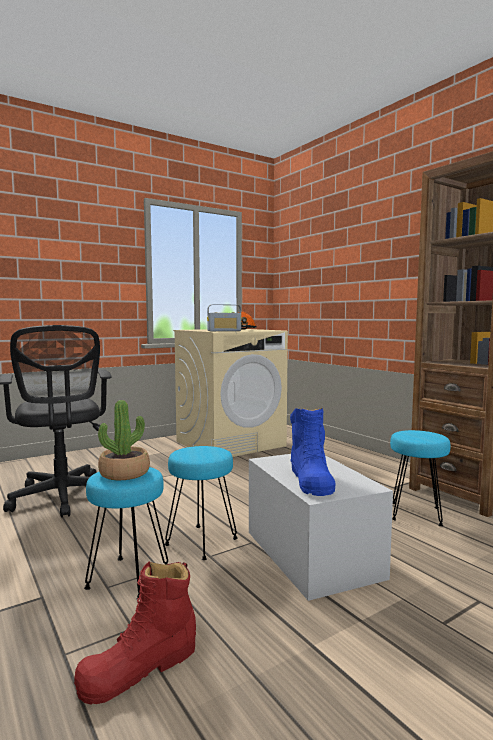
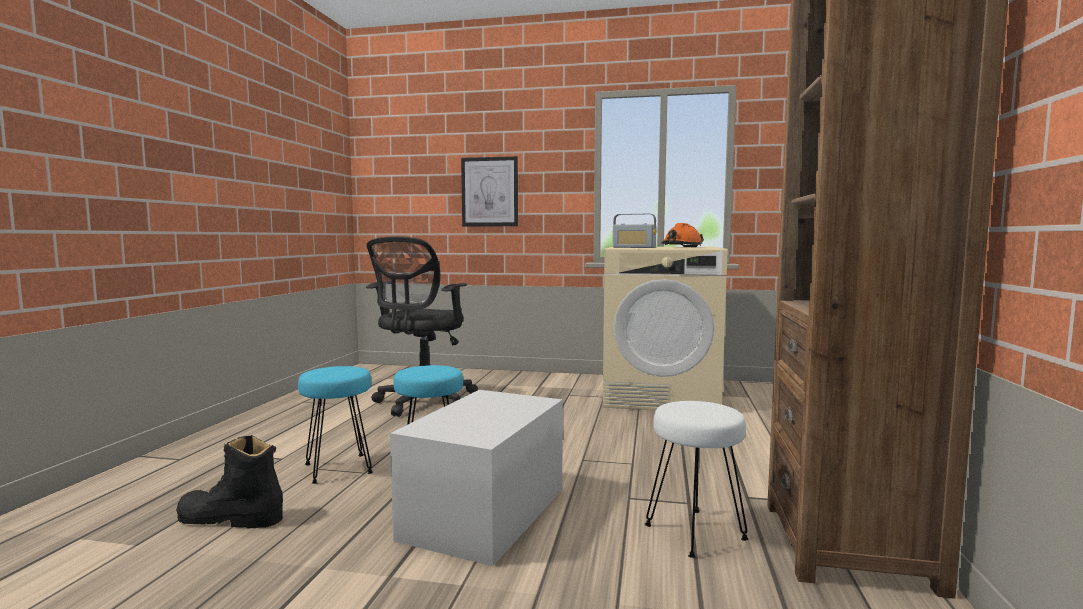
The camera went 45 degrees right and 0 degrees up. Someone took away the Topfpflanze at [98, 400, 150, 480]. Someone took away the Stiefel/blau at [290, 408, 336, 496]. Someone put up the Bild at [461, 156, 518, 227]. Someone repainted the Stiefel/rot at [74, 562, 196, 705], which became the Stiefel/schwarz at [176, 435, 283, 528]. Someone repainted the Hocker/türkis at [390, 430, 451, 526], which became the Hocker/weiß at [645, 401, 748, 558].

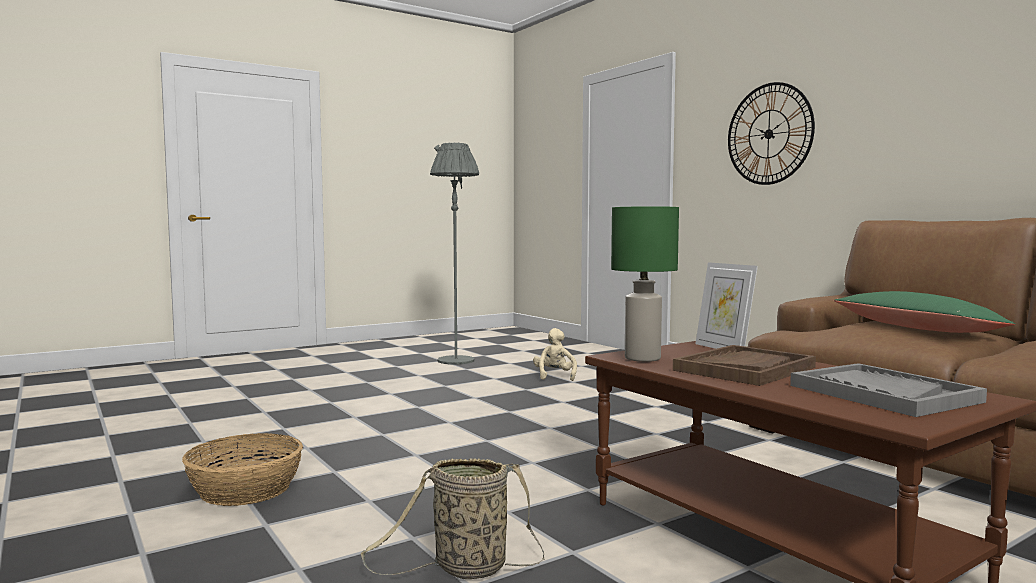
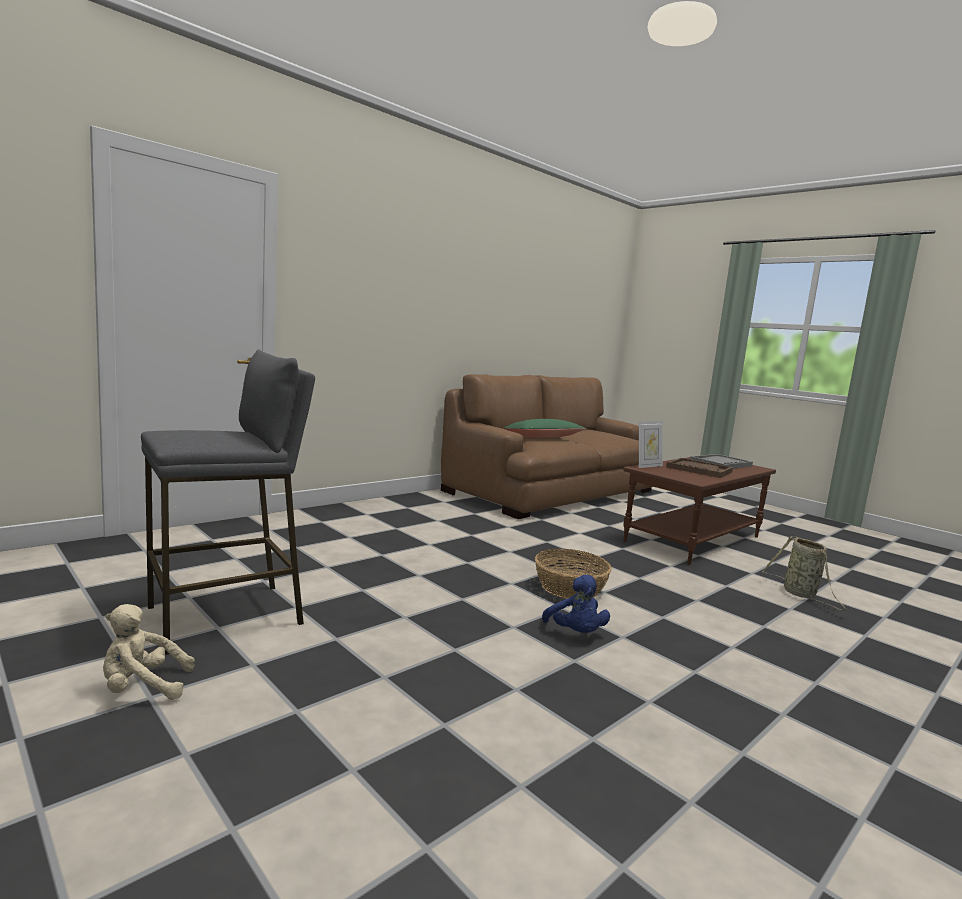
The camera went 100 degrees left and 5 degrees up. Someone took away the Tischlampe/grün at [611, 206, 679, 362]. Someone took away the Wanduhr at [728, 82, 815, 185]. Someone put down the Plüschtier/blau at [542, 575, 610, 633]. Someone carried the Korb from [182, 433, 303, 506] to [535, 549, 612, 599]. Someone carried the Plüschtier/beige from [533, 328, 577, 381] to [103, 604, 195, 700]. Someone swapped the Stehlampe/grau at [430, 142, 479, 364] for the Hocker/grau at [141, 350, 315, 655].

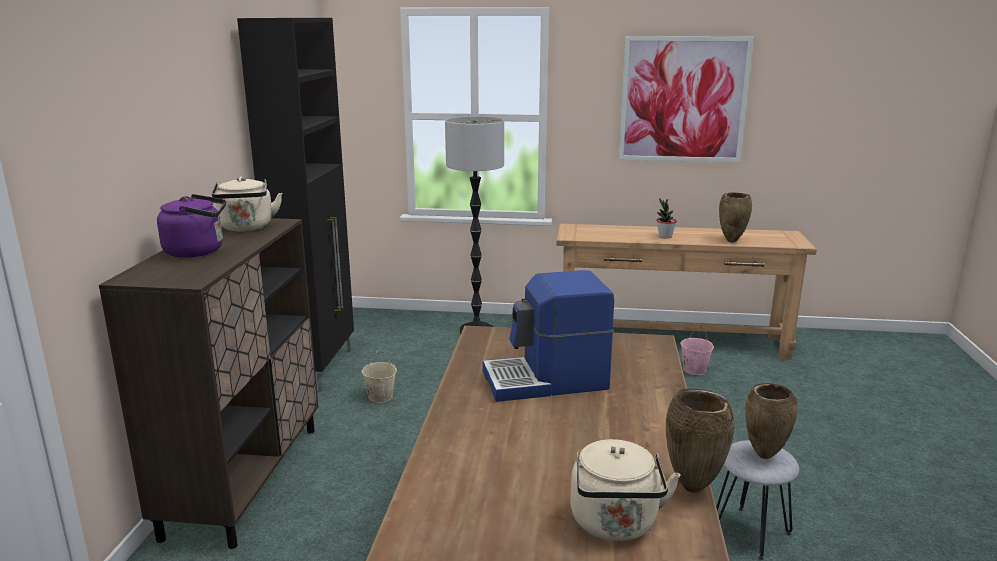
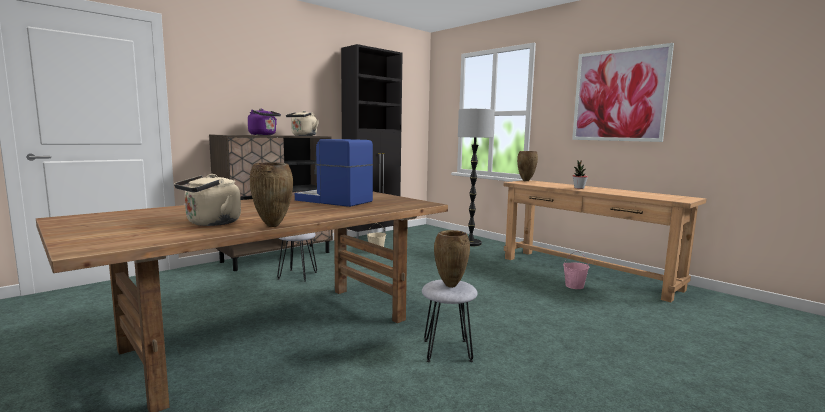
The camera went 40 degrees right and 10 degrees down. Someone put down the Hocker/grau at [277, 233, 317, 282]. Someone carried the Vase/braun from [719, 192, 752, 242] to [517, 151, 538, 181].

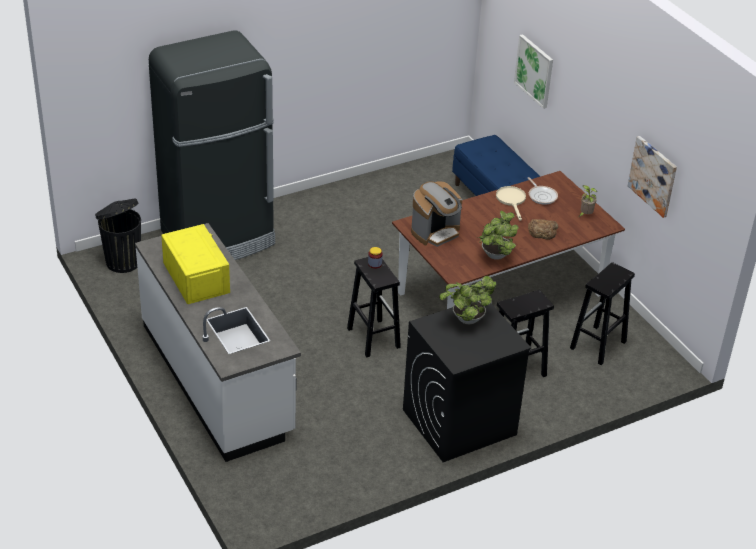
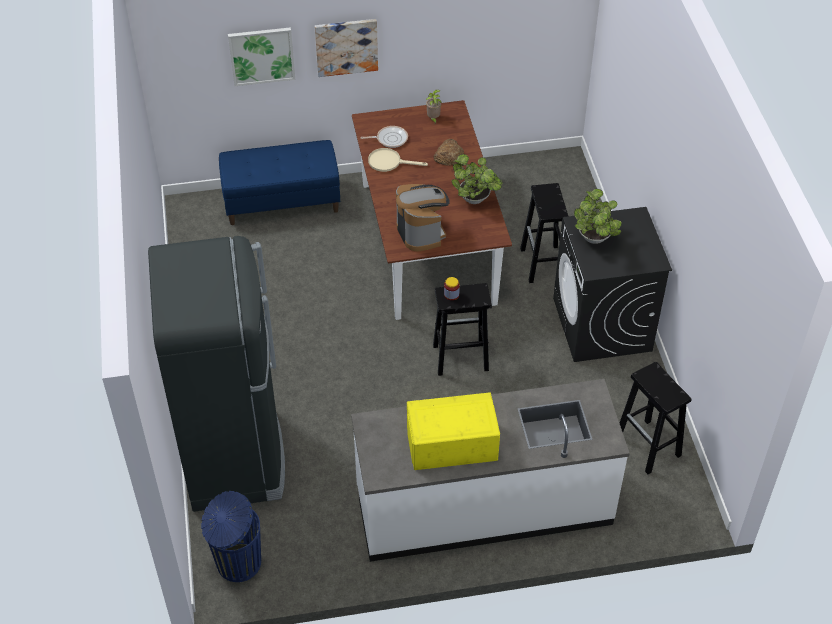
The camera went 70 degrees left and 10 degrees up. Someone carried the Hocker/schwarz from [570, 262, 635, 365] to [620, 362, 692, 474]. Someone carried the Bild from [628, 136, 677, 218] to [315, 19, 378, 77]. Someone repainted the Mülleimer/schwarz at [95, 199, 141, 273], which became the Mülleimer/blau at [201, 491, 261, 582].

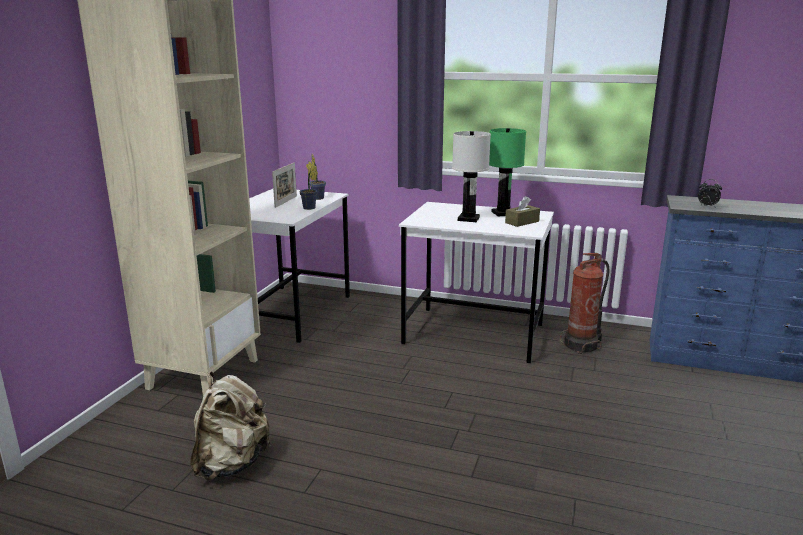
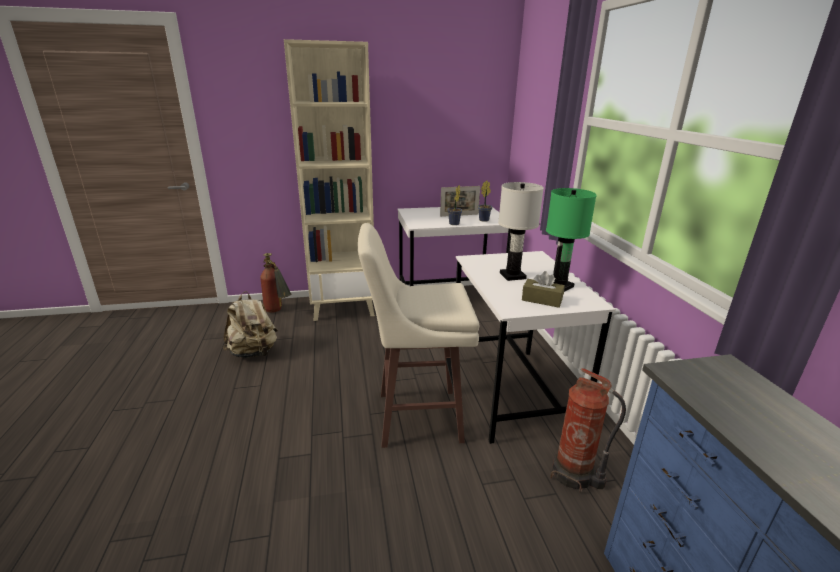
The camera went 60 degrees right and 5 degrees up. Someone took away the Wecker at [698, 179, 722, 207]. Someone put down the Feuerlöscher at [260, 253, 291, 313]. Someone put down the Hocker/beige at [358, 223, 479, 448].

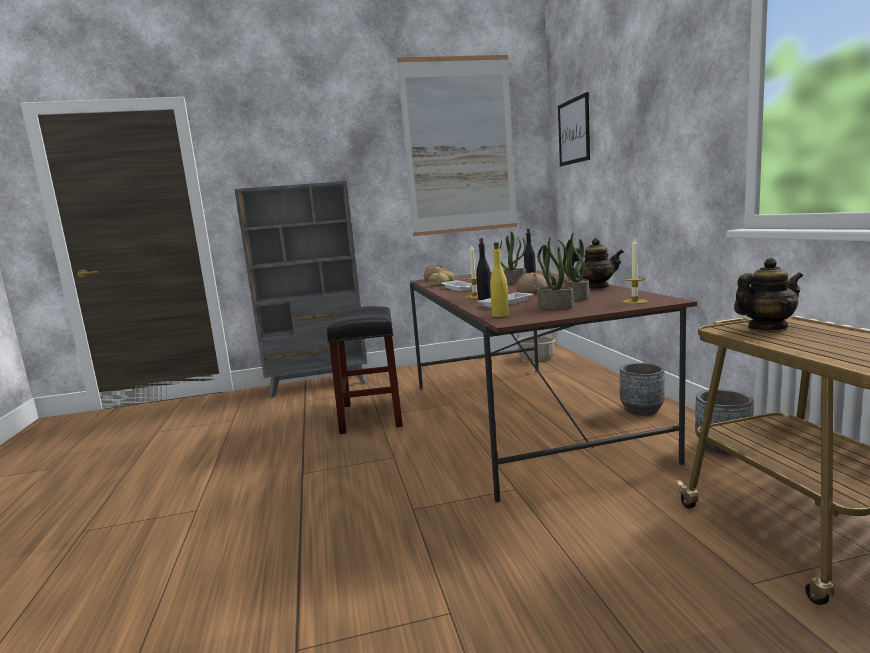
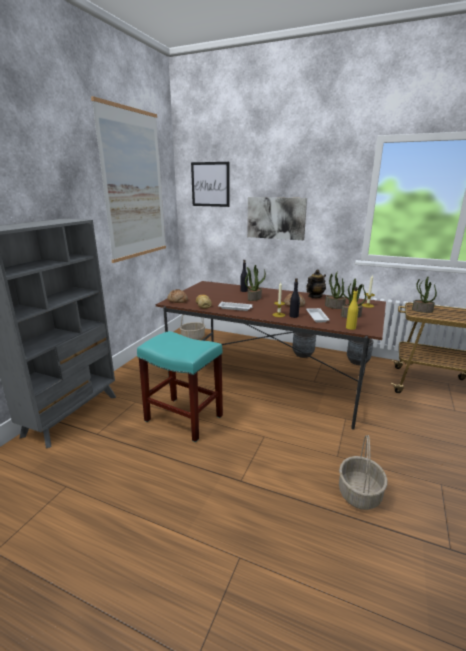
The camera went 55 degrees left and 10 degrees up. Someone put up the Bild at [247, 197, 307, 240]. Someone put down the Korb at [339, 435, 388, 510]. Someone swapped the Teekanne at [734, 258, 803, 330] for the Topfpflanze at [412, 277, 437, 313]. Someone repainted the Hocker/schwarz at [327, 306, 403, 434], which became the Hocker/türkis at [137, 331, 223, 442].

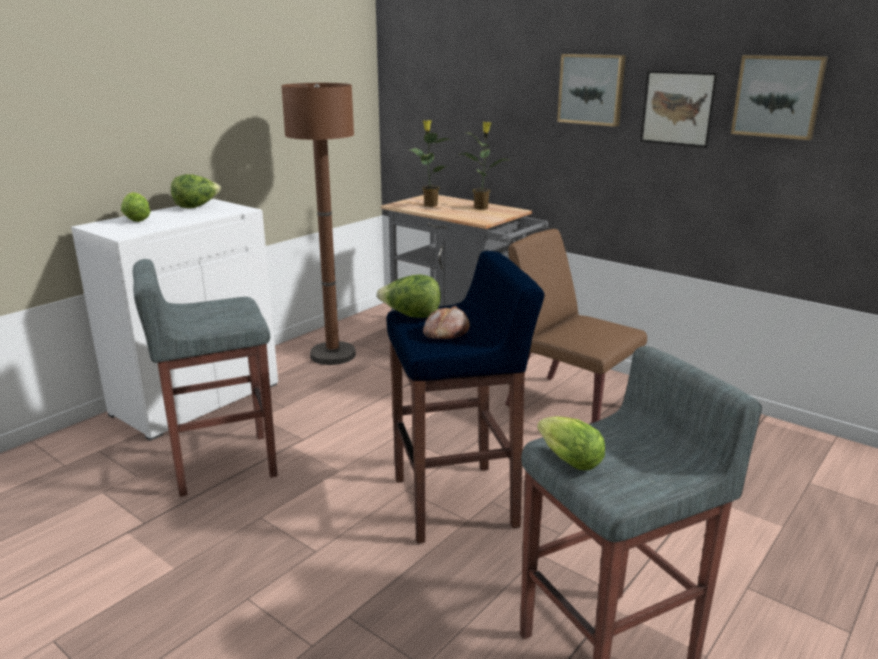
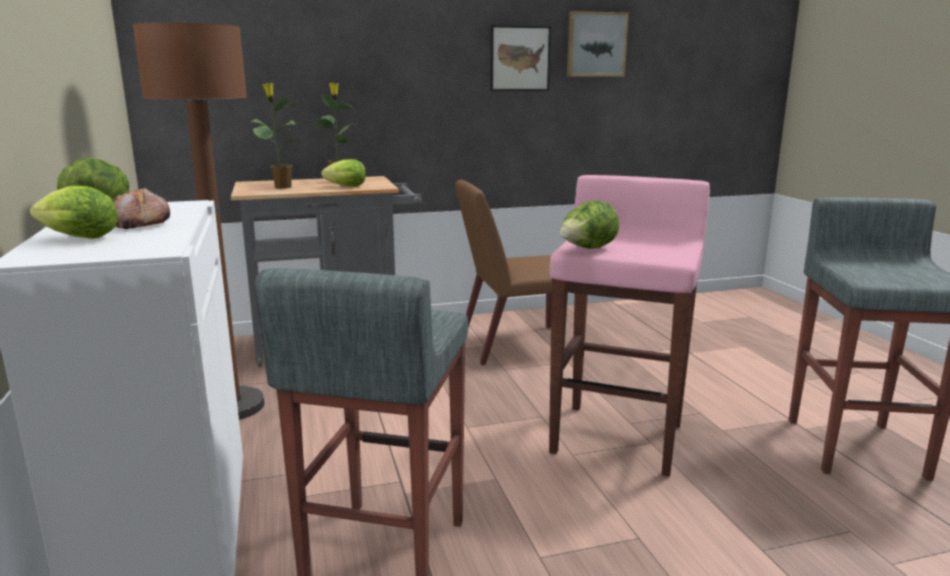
The camera went 55 degrees left and 5 degrees down. Someone took away the Bild at [557, 54, 626, 127]. Someone carried the Brot from [423, 306, 470, 339] to [113, 188, 170, 229]. Someone carried the Salatkopf from [537, 416, 605, 470] to [321, 159, 366, 187]. Someone repainted the Hocker/blau at [386, 251, 544, 544], which became the Hocker/rosa at [549, 175, 710, 476].

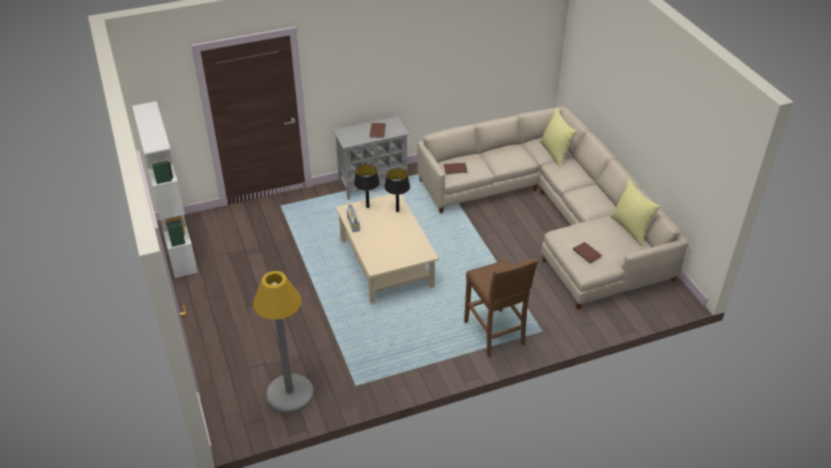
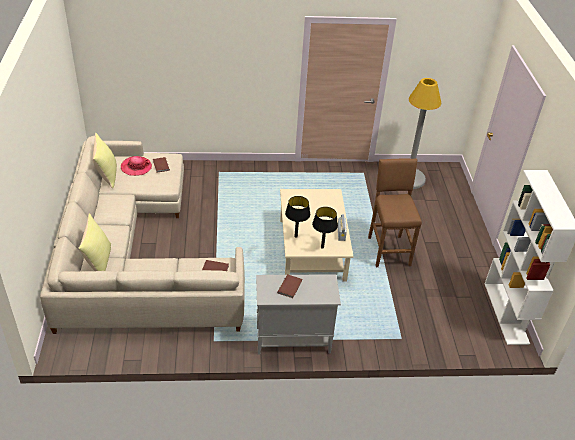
The camera went 165 degrees left and 0 degrees up. Someone put down the Hut at [121, 156, 152, 176]. Someone carried the Hocker/braun from [464, 258, 538, 357] to [368, 158, 422, 267].

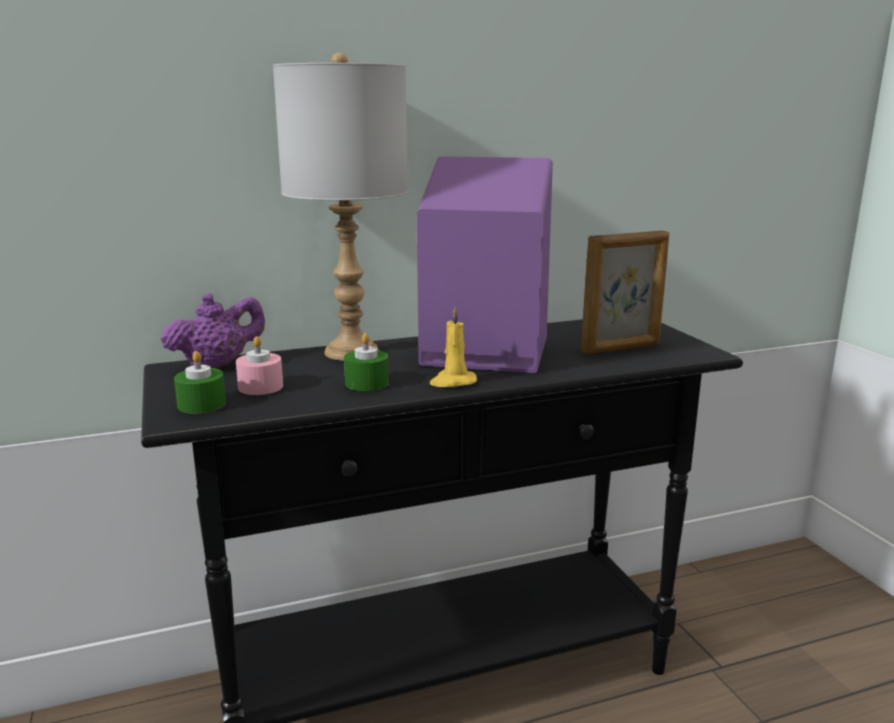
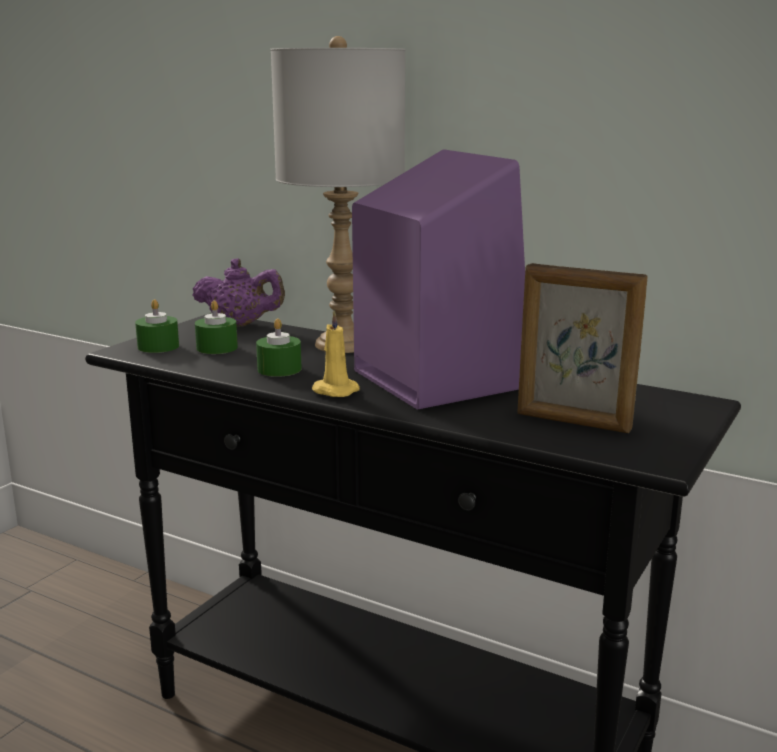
The camera went 50 degrees right and 0 degrees up. Someone repainted the Kerze/rosa at [236, 336, 283, 395], which became the Kerze/grün at [195, 300, 238, 354].

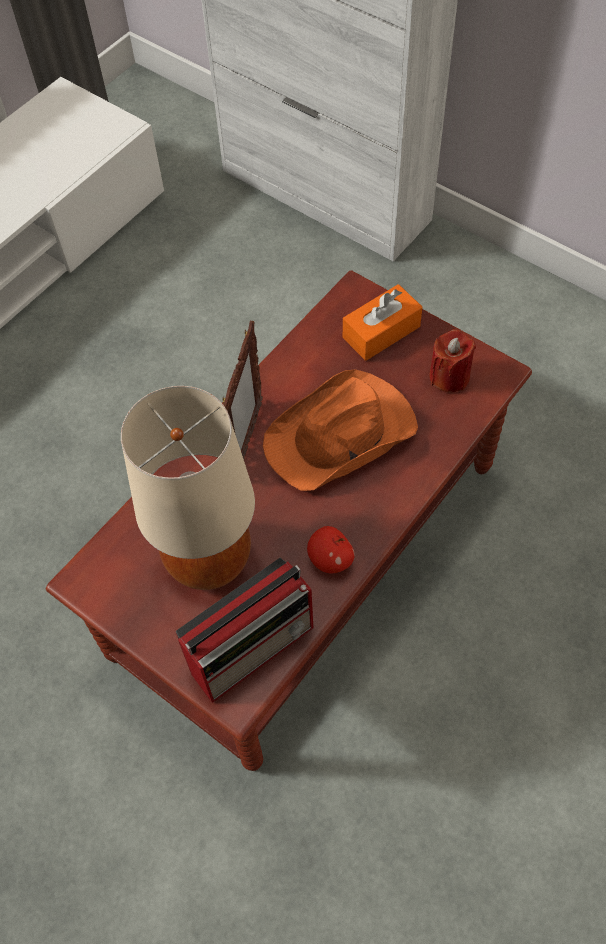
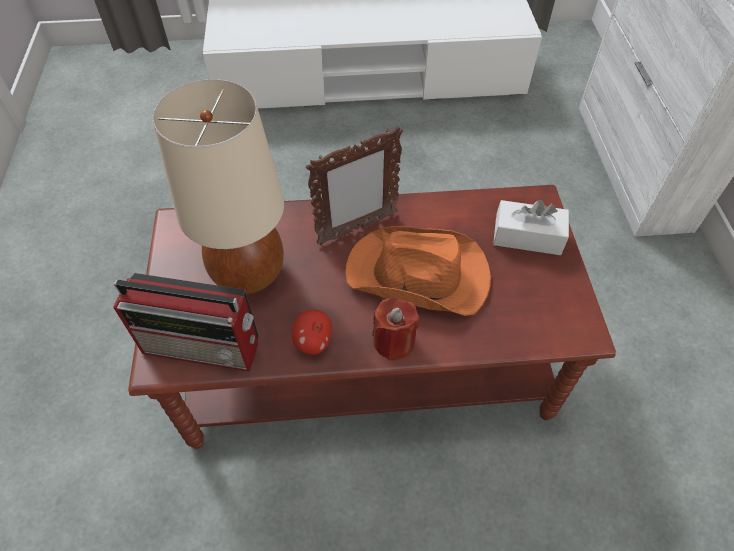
The camera went 45 degrees right and 5 degrees down. Someone carried the Kerze/rot from [429, 329, 476, 393] to [373, 298, 420, 361]. Someone repainted the Taschentuchbox/orange at [343, 284, 422, 361], which became the Taschentuchbox/weiß at [493, 200, 569, 255].

